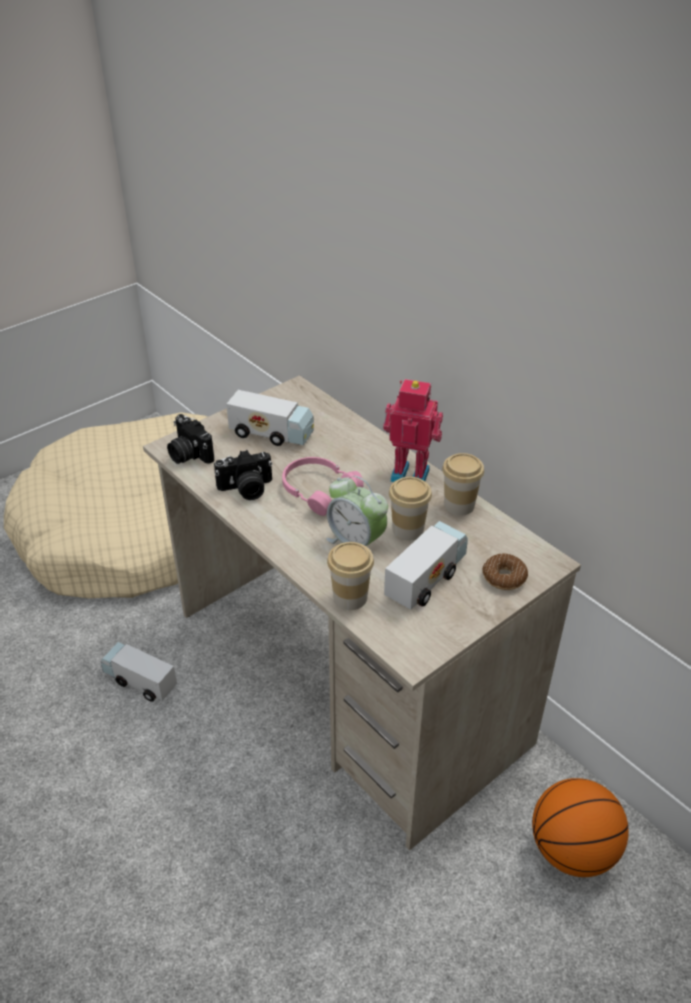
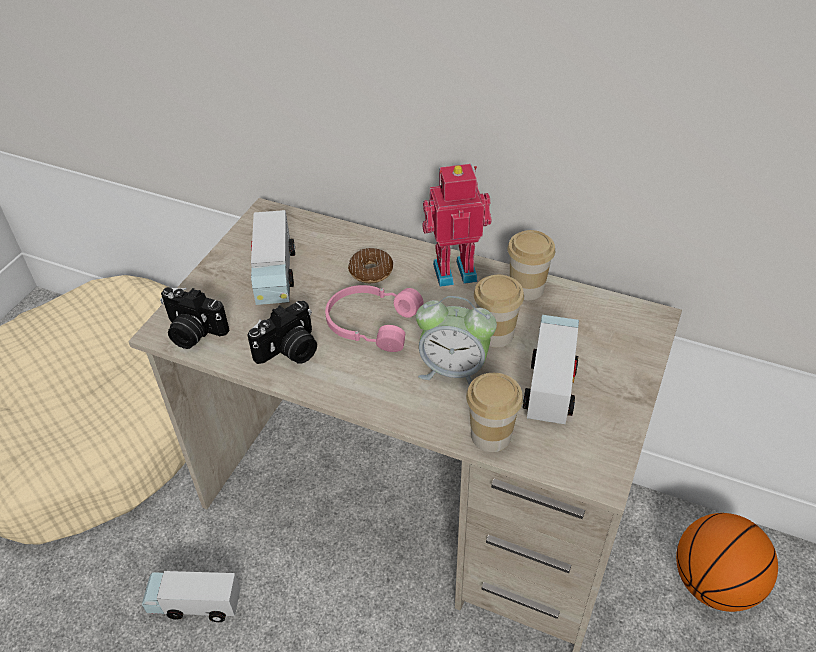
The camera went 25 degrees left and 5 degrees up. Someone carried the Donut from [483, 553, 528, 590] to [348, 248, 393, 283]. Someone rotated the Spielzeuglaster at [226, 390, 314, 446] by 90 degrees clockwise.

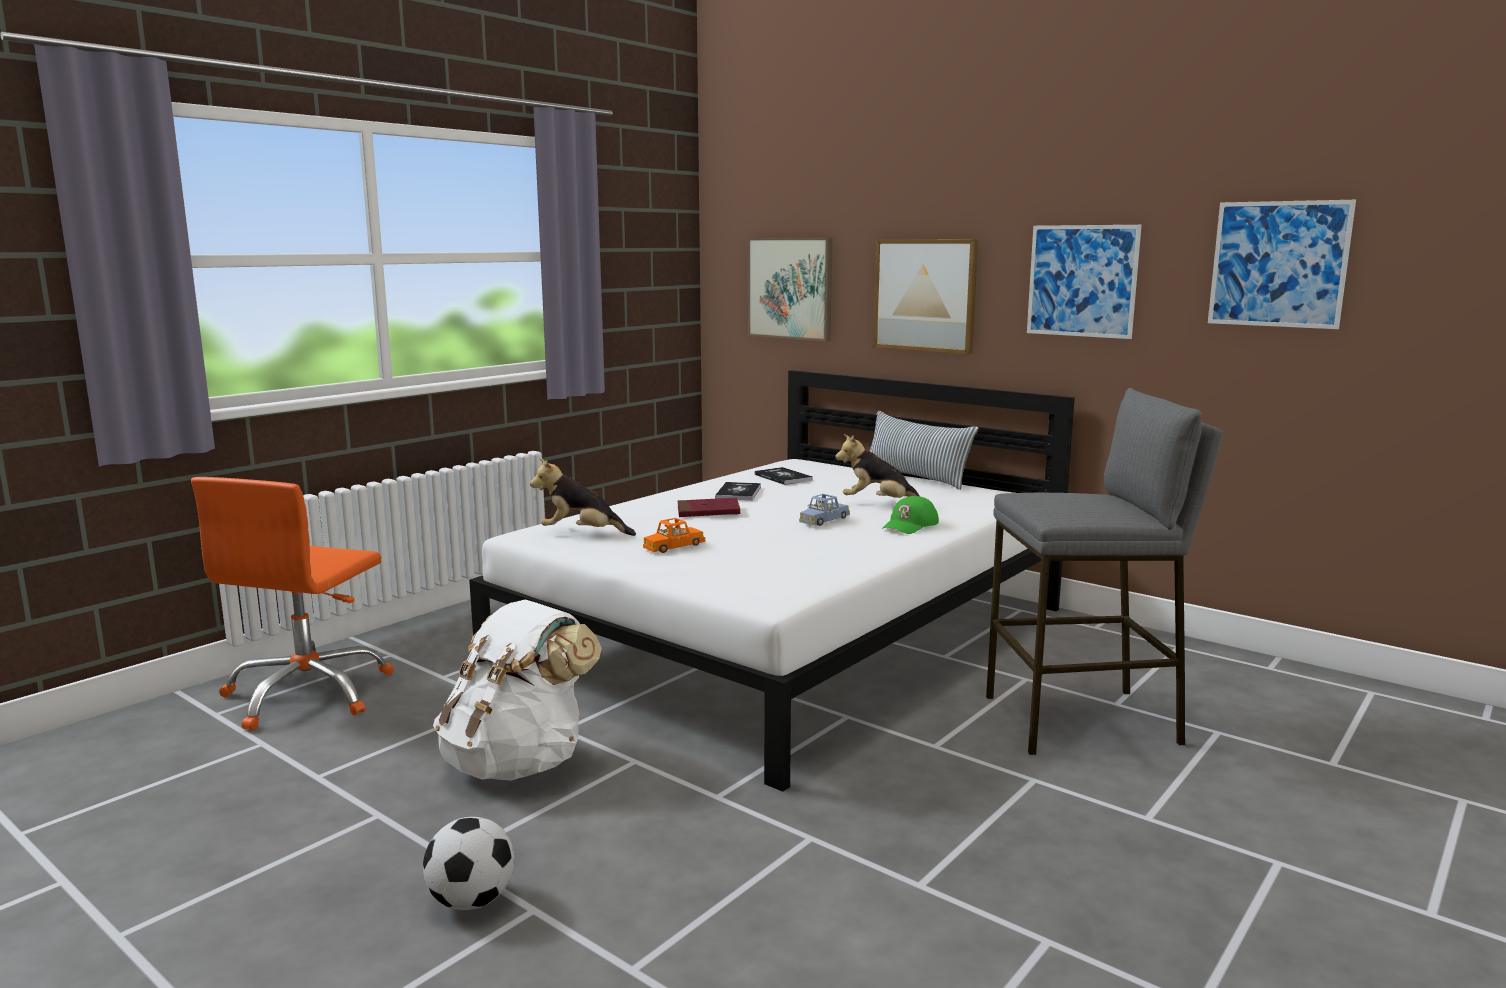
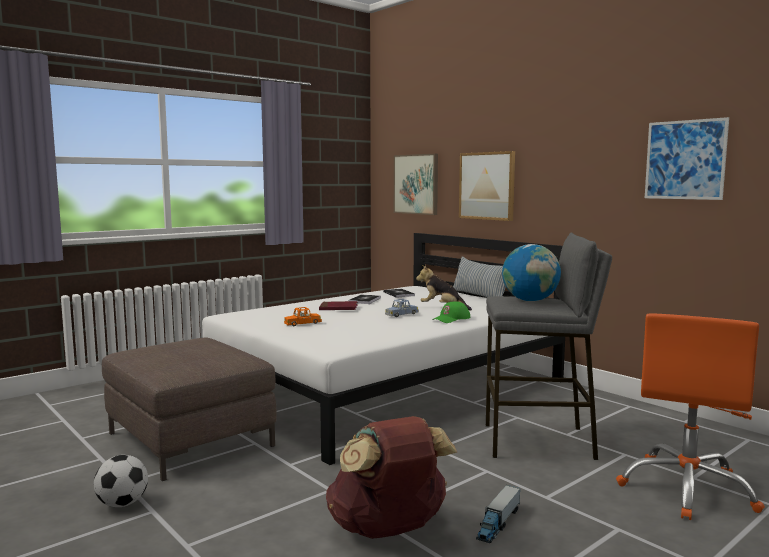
The camera went 10 degrees right and 5 degrees down. Someone took away the Plüschtier at [530, 458, 636, 536]. Someone took away the Bild at [1027, 225, 1142, 339]. Someone put down the Rucksack/braun at [326, 416, 457, 539]. Someone put down the Spielzeuglaster at [476, 485, 521, 543]. Someone put down the Globus at [502, 244, 561, 301]. Someone carried the Bürostuhl/orange from [191, 477, 394, 730] to [616, 313, 765, 520]. Someone swapped the Rucksack/weiß at [433, 599, 602, 781] for the Polsterhocker/braun at [102, 338, 277, 481].

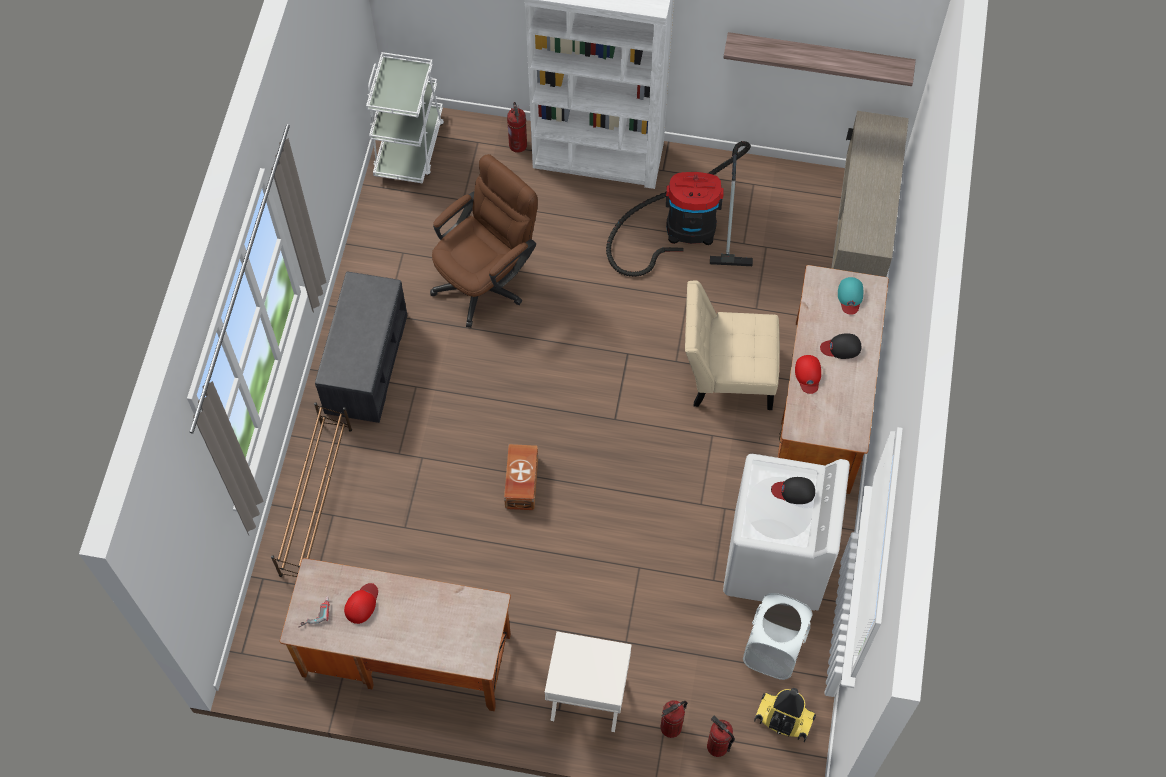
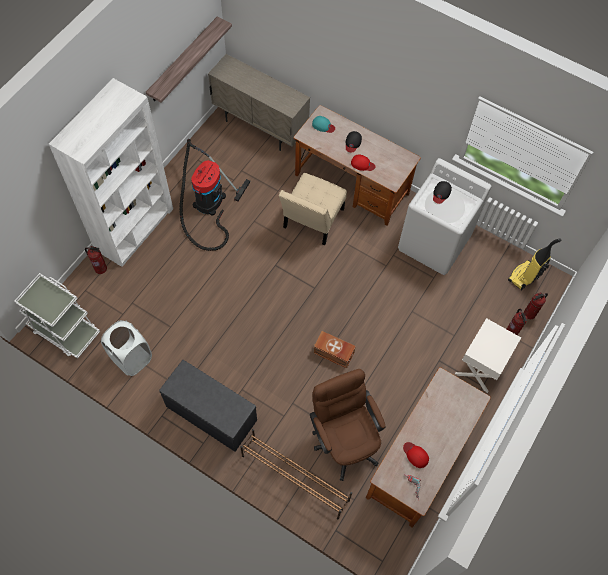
The camera went 70 degrees left and 0 degrees up. Someone carried the Bürostuhl/braun from [430, 154, 538, 328] to [310, 369, 385, 481]. Someone carried the Wäschekorb/weiß from [743, 593, 813, 680] to [101, 320, 152, 376].

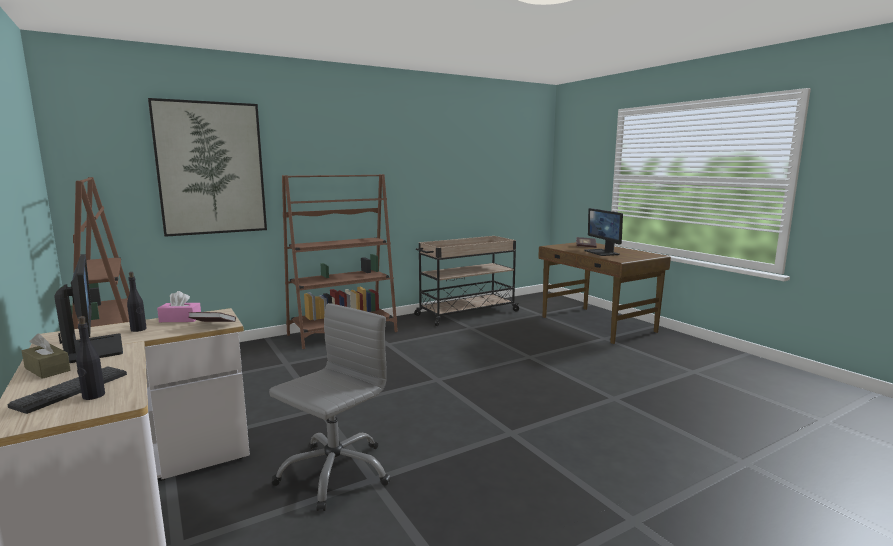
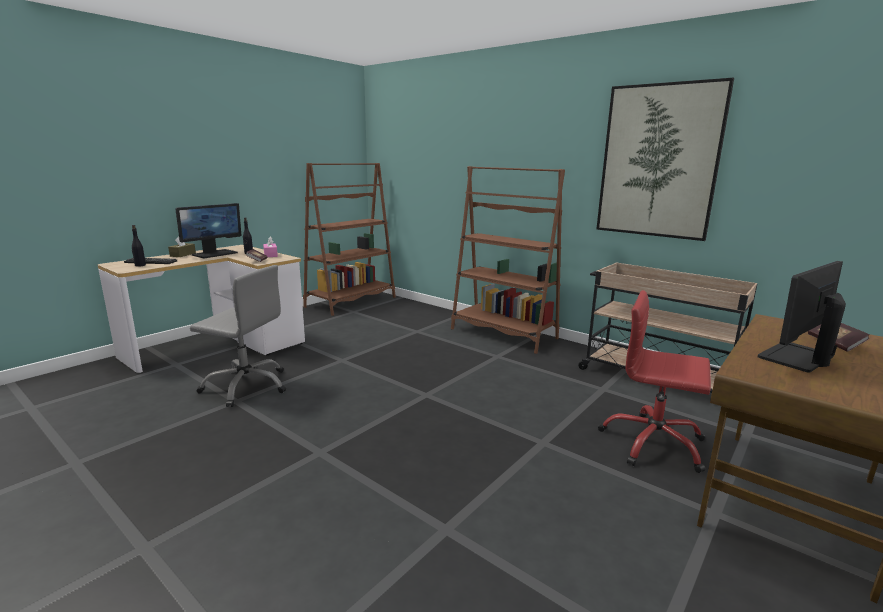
The camera went 70 degrees right and 5 degrees up. Someone put down the Bürostuhl/rot at [598, 290, 711, 473]. Someone carried the Bild from [148, 98, 267, 237] to [596, 78, 734, 241].

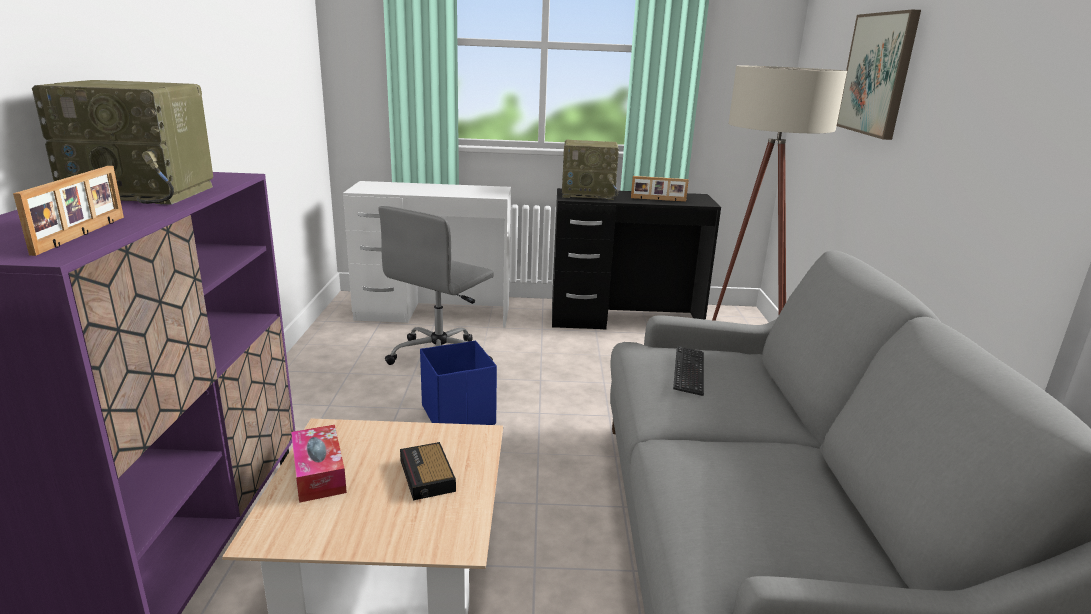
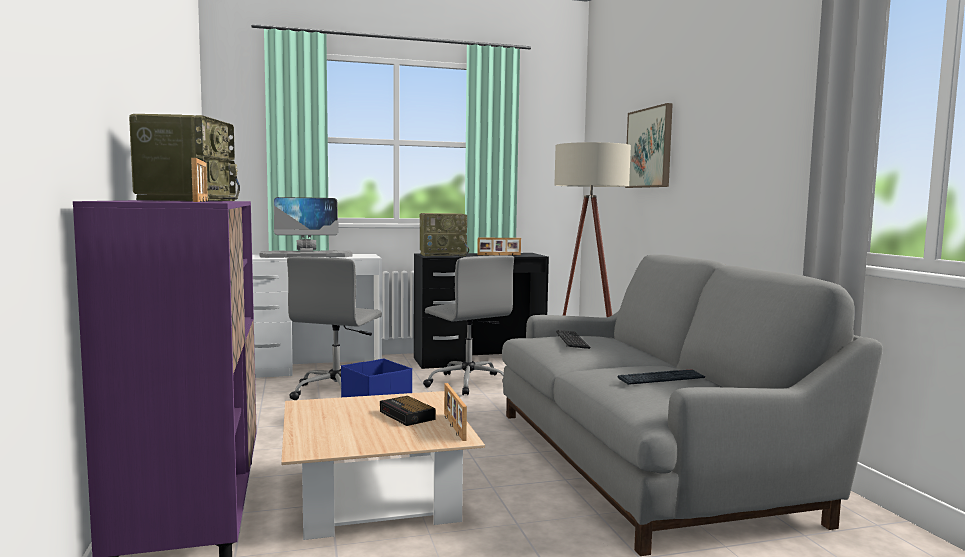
The camera went 15 degrees left and 15 degrees down. Someone took away the Taschentuchbox at [291, 425, 347, 503]. Someone put down the Monitor at [260, 197, 353, 258]. Someone put down the Bürostuhl/grau at [423, 255, 514, 395]. Someone put down the Bilderrahmen at [444, 383, 467, 441]. Someone put down the Tastatur at [618, 369, 706, 385]. Someone rotated the Radio at [32, 80, 213, 205] by 75 degrees counterclockwise.

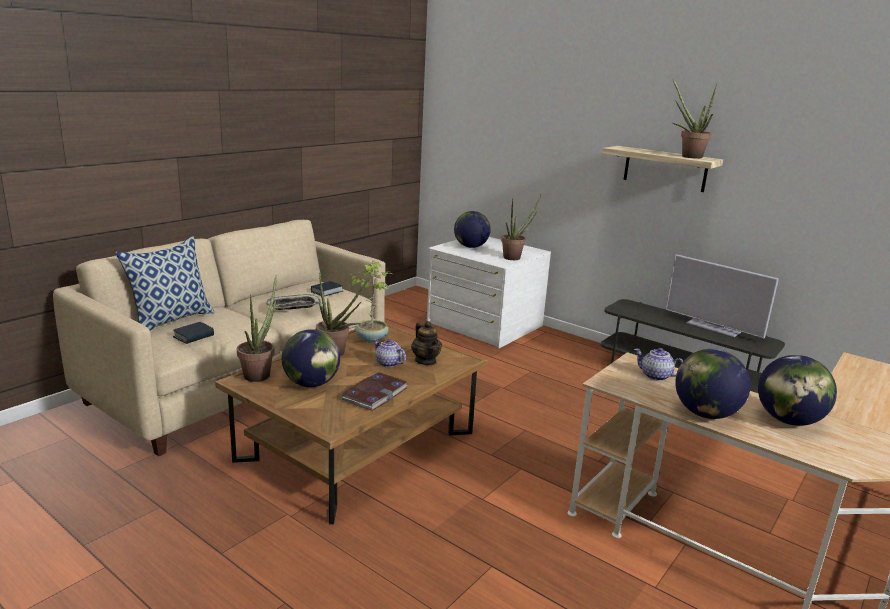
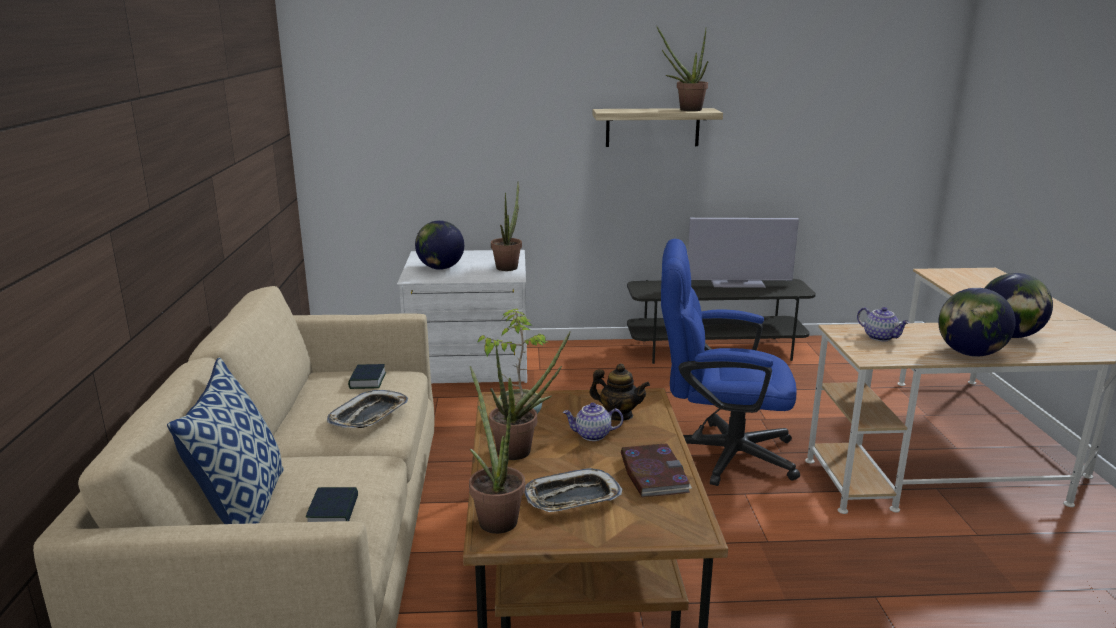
The camera went 40 degrees left and 0 degrees up. Someone put down the Bürostuhl/blau at [661, 239, 800, 486]. Someone swapped the Globus at [282, 329, 340, 387] for the Tablett at [525, 468, 623, 512]. Someone rotated the Teekanne at [634, 348, 683, 381] by 120 degrees counterclockwise.

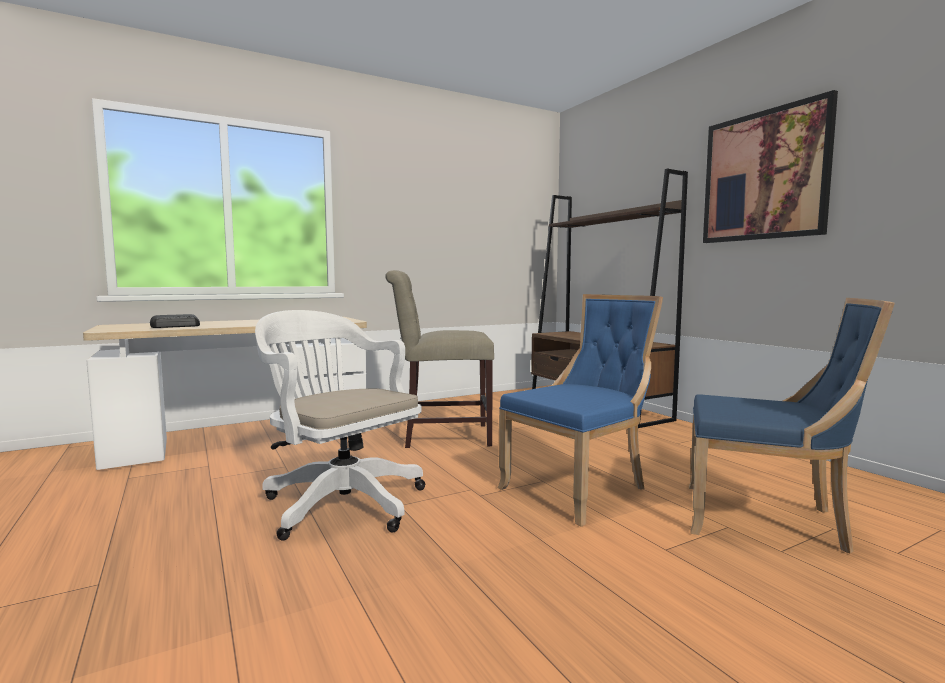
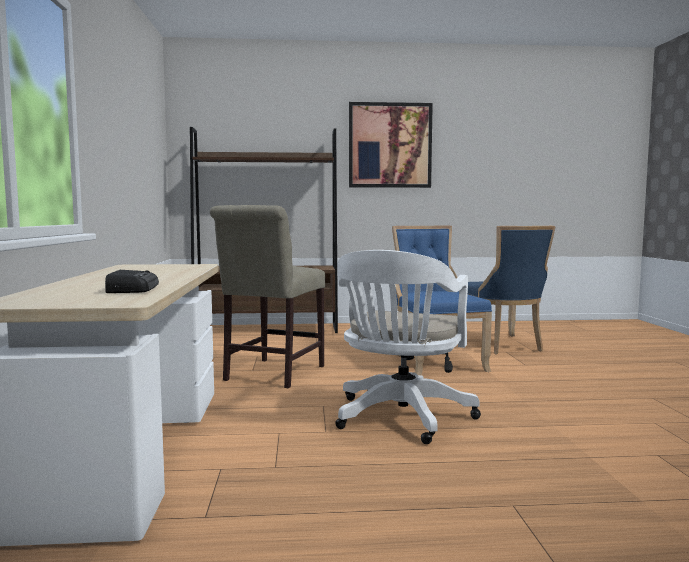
The camera went 65 degrees left and 0 degrees up. Someone rotated the Bürostuhl/weiß at [255, 310, 425, 541] by 45 degrees counterclockwise. Someone rotated the Stuhl/blau at [689, 298, 895, 553] by 120 degrees clockwise.

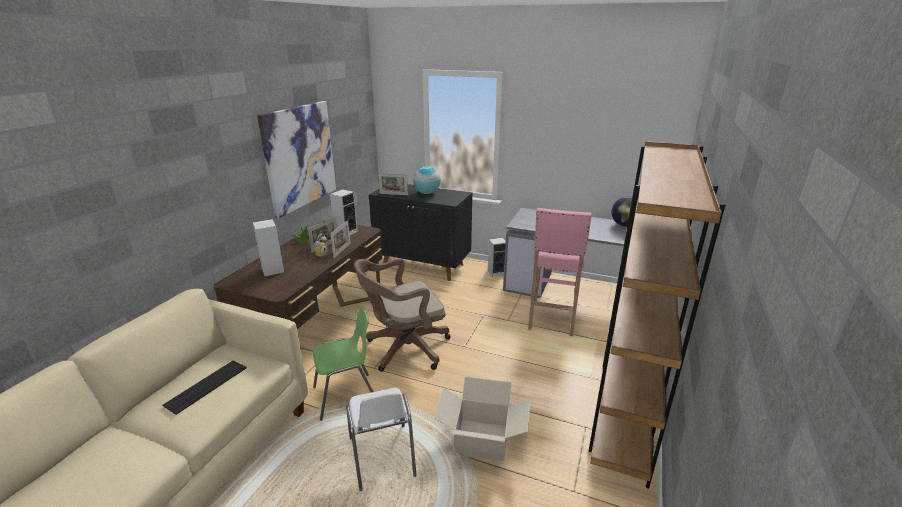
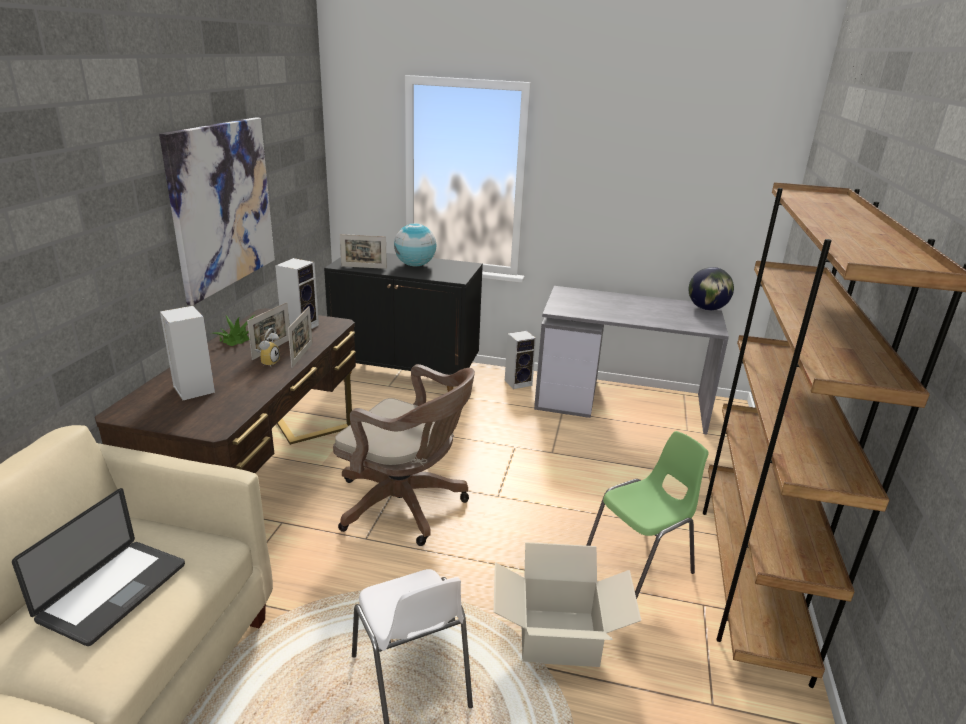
The camera went 10 degrees left and 0 degrees up. Someone took away the Hocker/rosa at [528, 208, 592, 336]. Someone carried the Stuhl/grün from [313, 307, 373, 421] to [586, 431, 709, 599]. Someone swapped the Tastatur at [162, 360, 247, 415] for the Laptop at [12, 488, 185, 646]. Someone rotated the Bürostuhl/braun at [354, 258, 451, 372] by 120 degrees counterclockwise.

